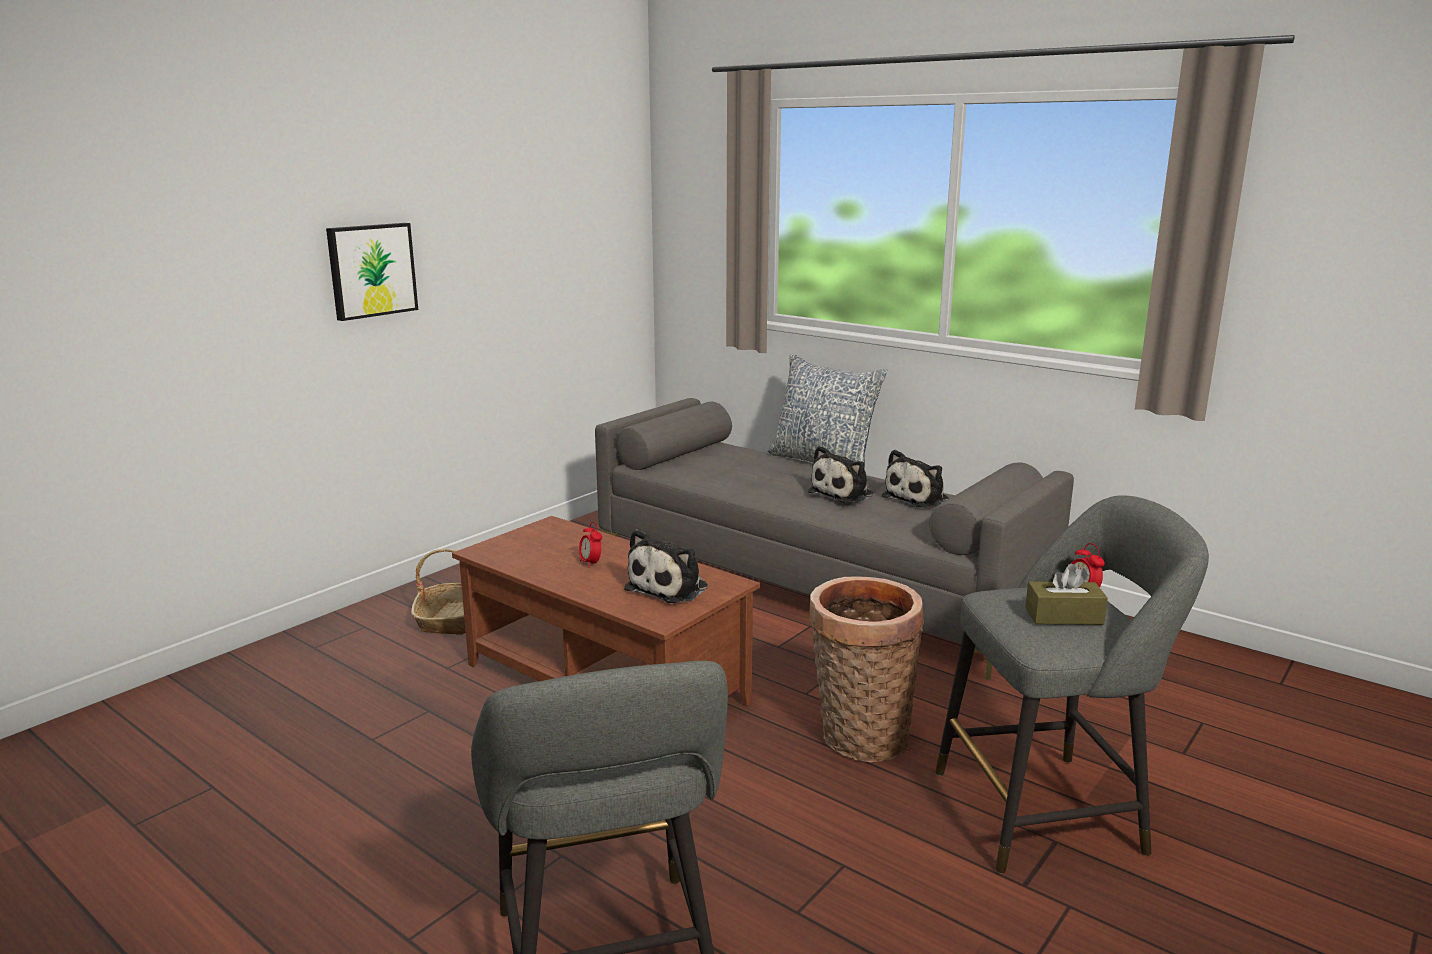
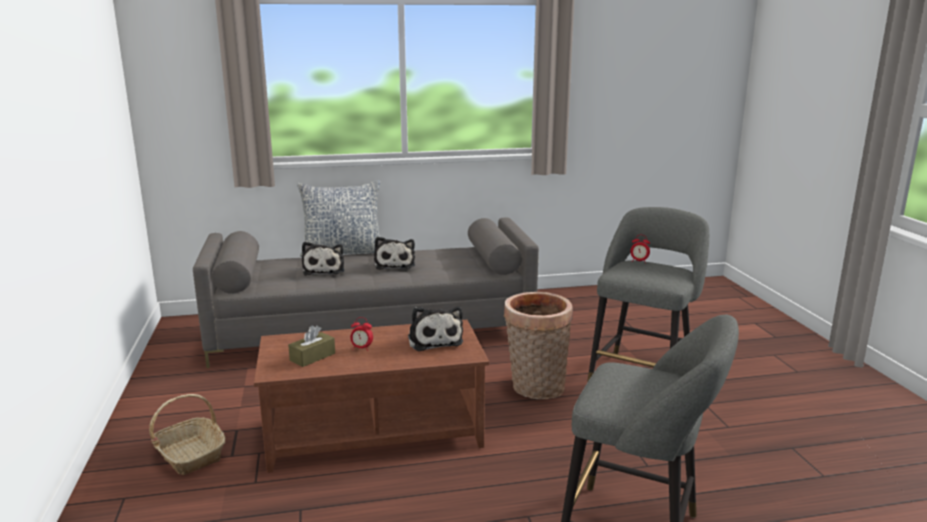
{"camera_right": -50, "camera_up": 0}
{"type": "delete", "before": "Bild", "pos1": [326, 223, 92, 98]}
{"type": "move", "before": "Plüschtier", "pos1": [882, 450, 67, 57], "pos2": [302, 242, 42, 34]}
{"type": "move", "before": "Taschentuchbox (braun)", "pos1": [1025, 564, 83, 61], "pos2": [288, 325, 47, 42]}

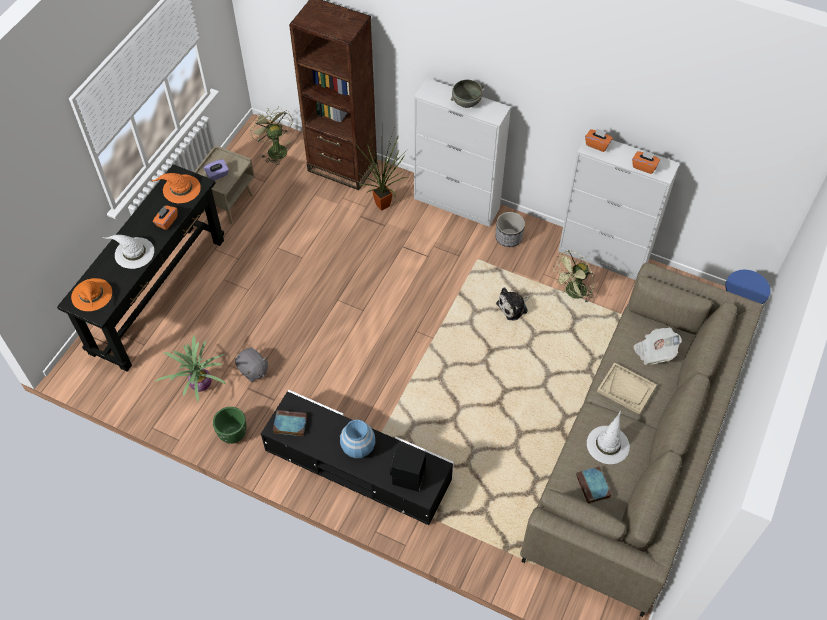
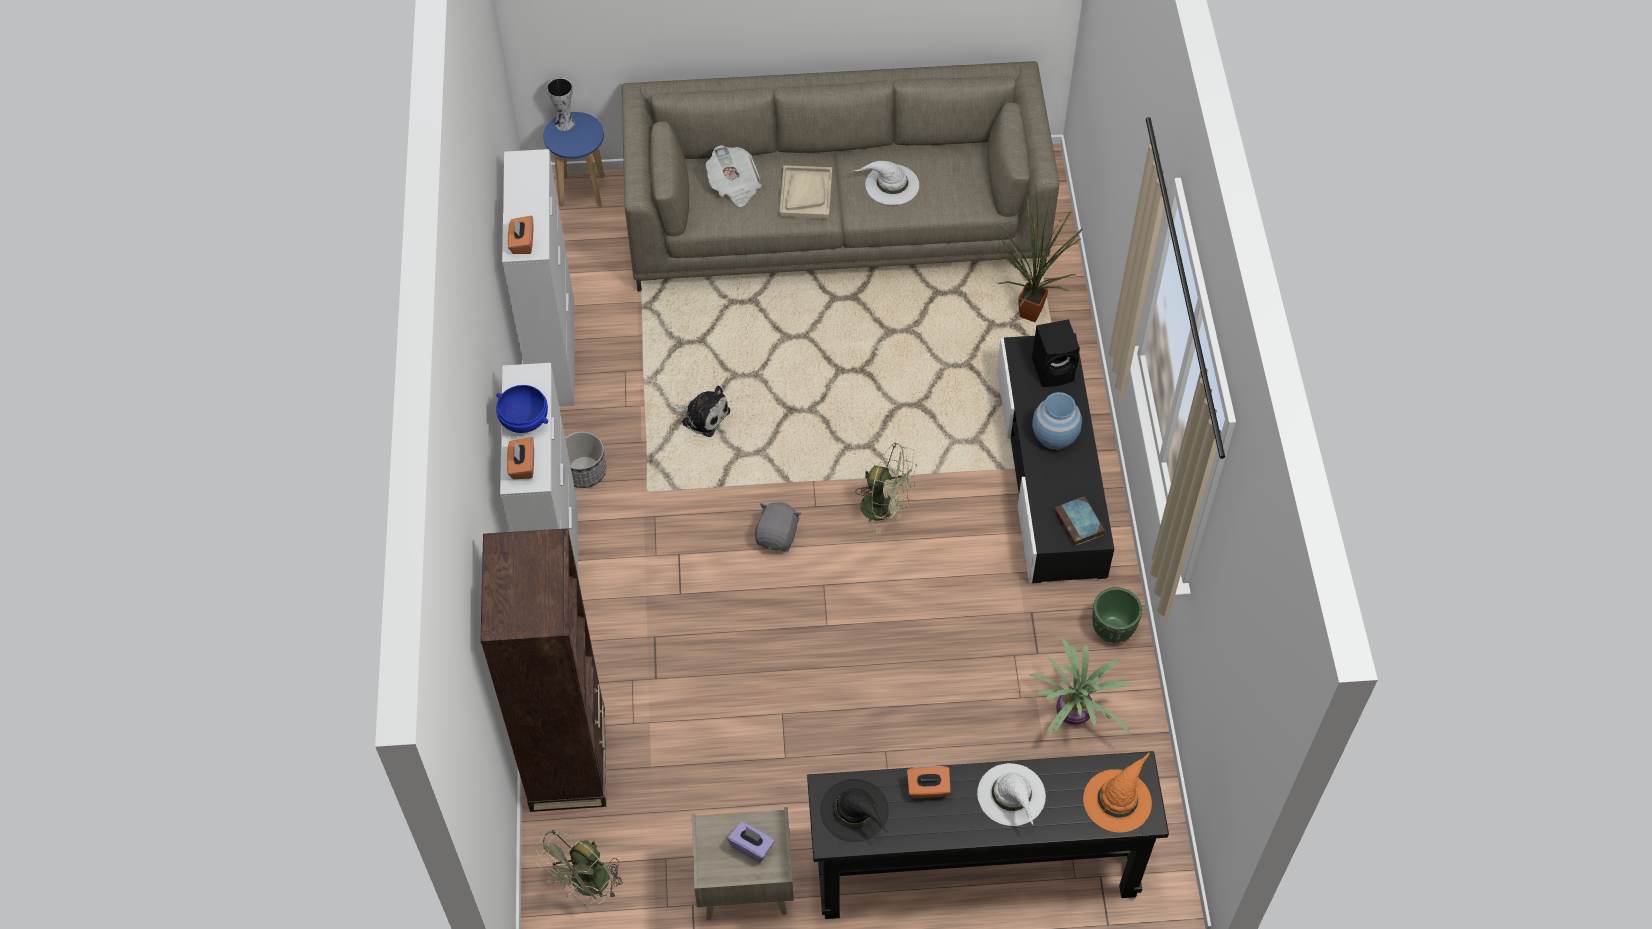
{"camera_right": -120, "camera_up": 0}
{"type": "recolor", "before": "Hut (orange)", "after": "Hut (schwarz)", "pos1": [152, 173, 49, 30], "pos2": [820, 779, 69, 63]}
{"type": "move", "before": "Plüschtier (grau)", "pos1": [235, 348, 33, 34], "pos2": [755, 502, 46, 49]}
{"type": "move", "before": "Topfpflanze", "pos1": [354, 130, 54, 81], "pos2": [998, 183, 85, 139]}
{"type": "recolor", "before": "Schüssel (grau)", "after": "Schüssel (blau)", "pos1": [451, 80, 33, 28], "pos2": [496, 385, 52, 48]}
{"type": "move", "before": "Ventilator (grün)", "pos1": [552, 250, 42, 52], "pos2": [855, 443, 62, 91]}
{"type": "delete", "before": "Buch", "pos1": [576, 466, 36, 38]}
{"type": "move", "before": "Taschentuchbox (orange)", "pos1": [632, 150, 28, 24], "pos2": [507, 437, 27, 42]}
{"type": "insert", "after": "Vase", "pos2": [547, 78, 28, 53]}

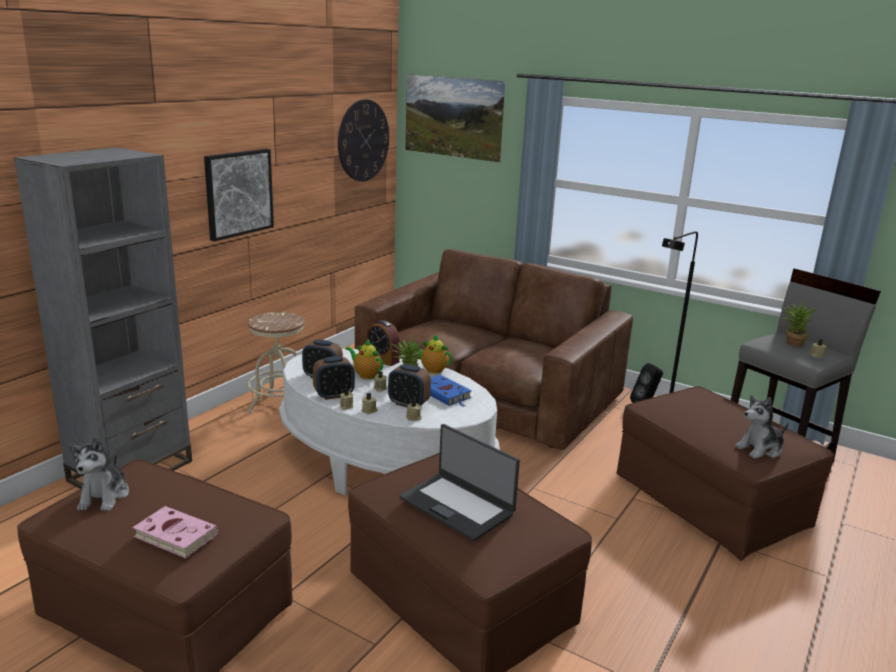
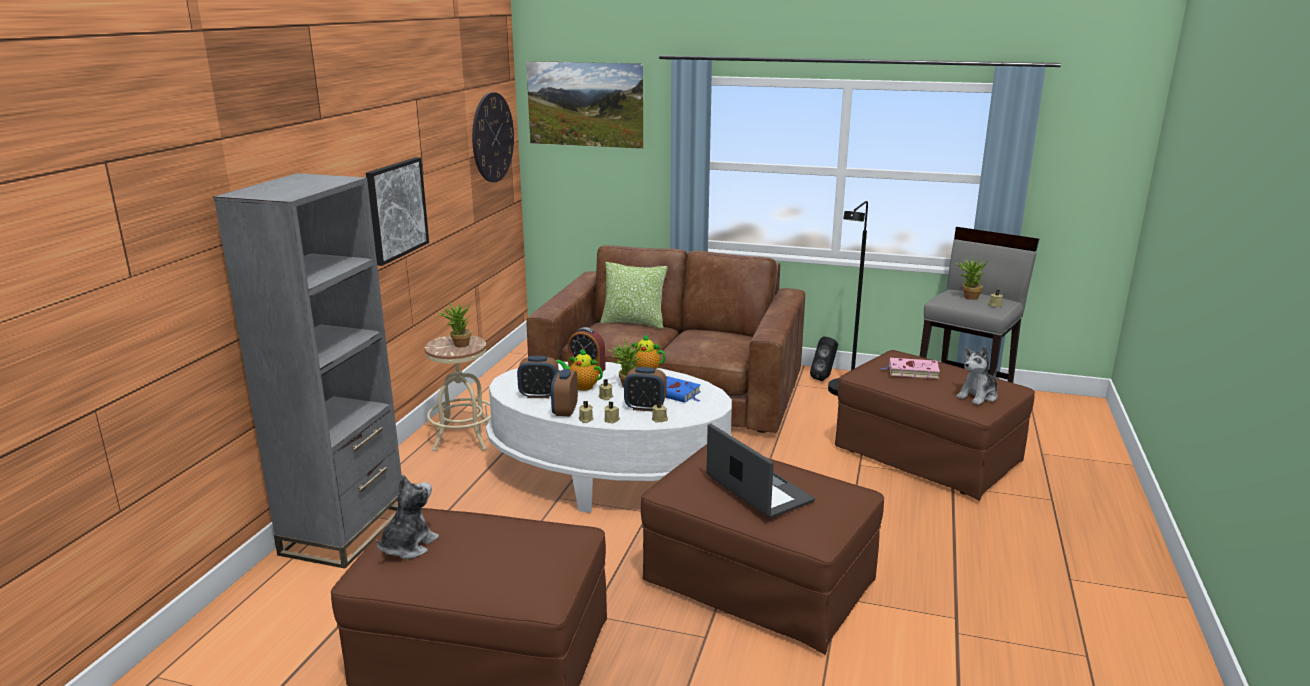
{"camera_right": -15, "camera_up": 0}
{"type": "rotate", "before": "Plüschtier", "pos1": [69, 437, 60, 74], "pos2": [376, 475, 63, 84], "turn": -135}
{"type": "move", "before": "Buch (rosa)", "pos1": [133, 506, 85, 52], "pos2": [881, 358, 59, 21]}
{"type": "rotate", "before": "Wecker", "pos1": [313, 356, 42, 44], "pos2": [551, 369, 27, 47], "turn": 135}
{"type": "rotate", "before": "Laptop", "pos1": [399, 424, 121, 117], "pos2": [706, 423, 109, 95], "turn": -150}
{"type": "insert", "after": "Topfpflanze", "pos2": [439, 301, 32, 46]}
{"type": "insert", "after": "Kissen", "pos2": [600, 262, 68, 67]}

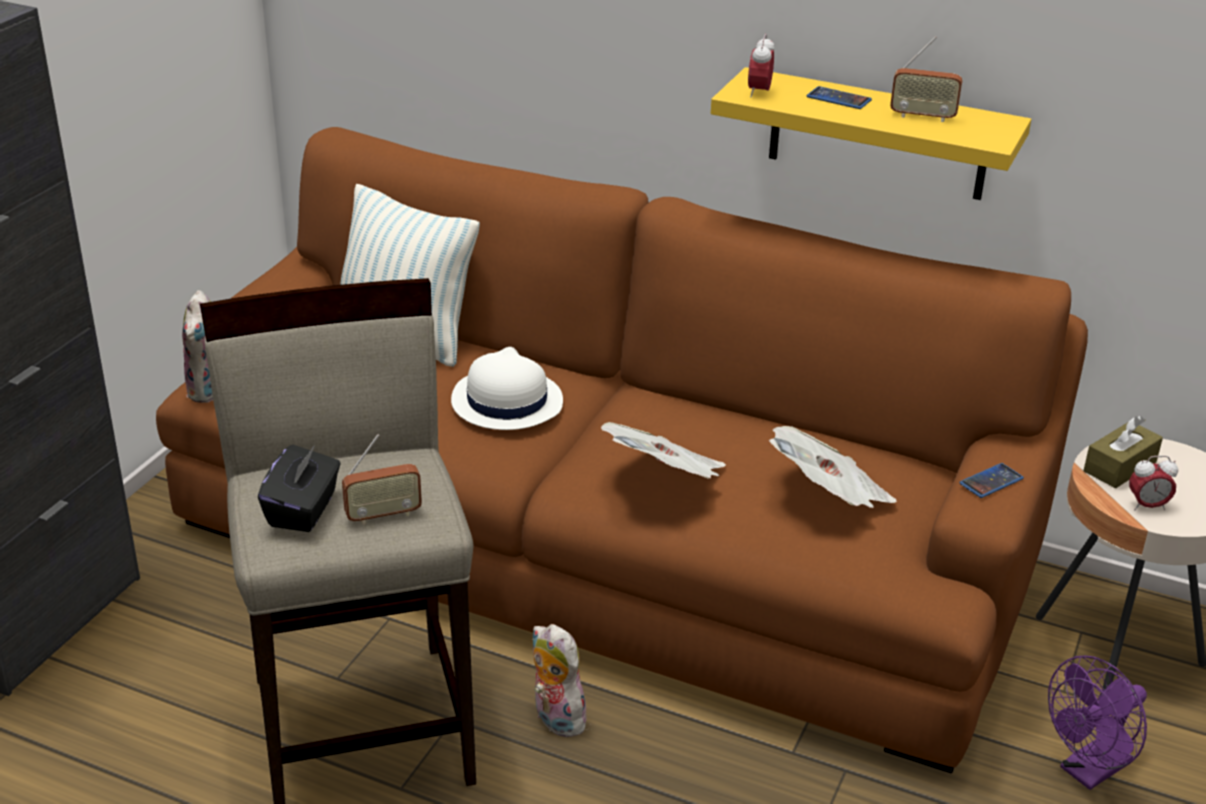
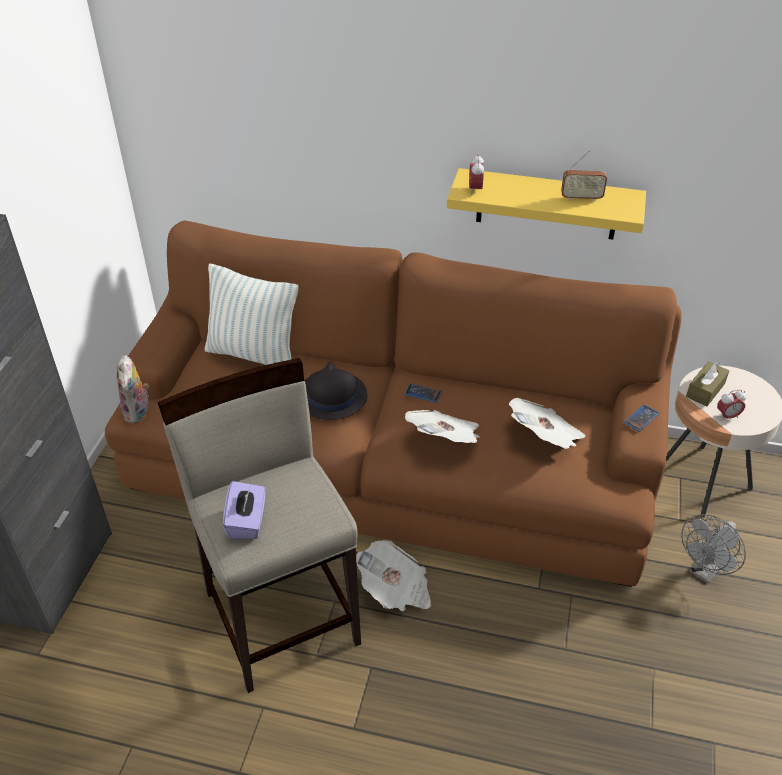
{"camera_right": -10, "camera_up": 10}
{"type": "recolor", "before": "Taschentuchbox (schwarz)", "after": "Taschentuchbox (lila)", "pos1": [258, 445, 83, 87], "pos2": [223, 481, 42, 58]}
{"type": "delete", "before": "Radio", "pos1": [342, 434, 80, 91]}
{"type": "recolor", "before": "Hut (weiß)", "after": "Hut (schwarz)", "pos1": [451, 347, 112, 83], "pos2": [304, 363, 63, 57]}
{"type": "replace", "before": "Plüschtier", "after": "Zeitung", "pos1": [532, 624, 60, 113], "pos2": [356, 540, 75, 71]}
{"type": "move", "before": "Handy", "pos1": [807, 86, 65, 23], "pos2": [404, 383, 38, 20]}
{"type": "recolor", "before": "Ventilator (lila)", "after": "Ventilator (grau)", "pos1": [1048, 656, 99, 134], "pos2": [681, 514, 65, 70]}

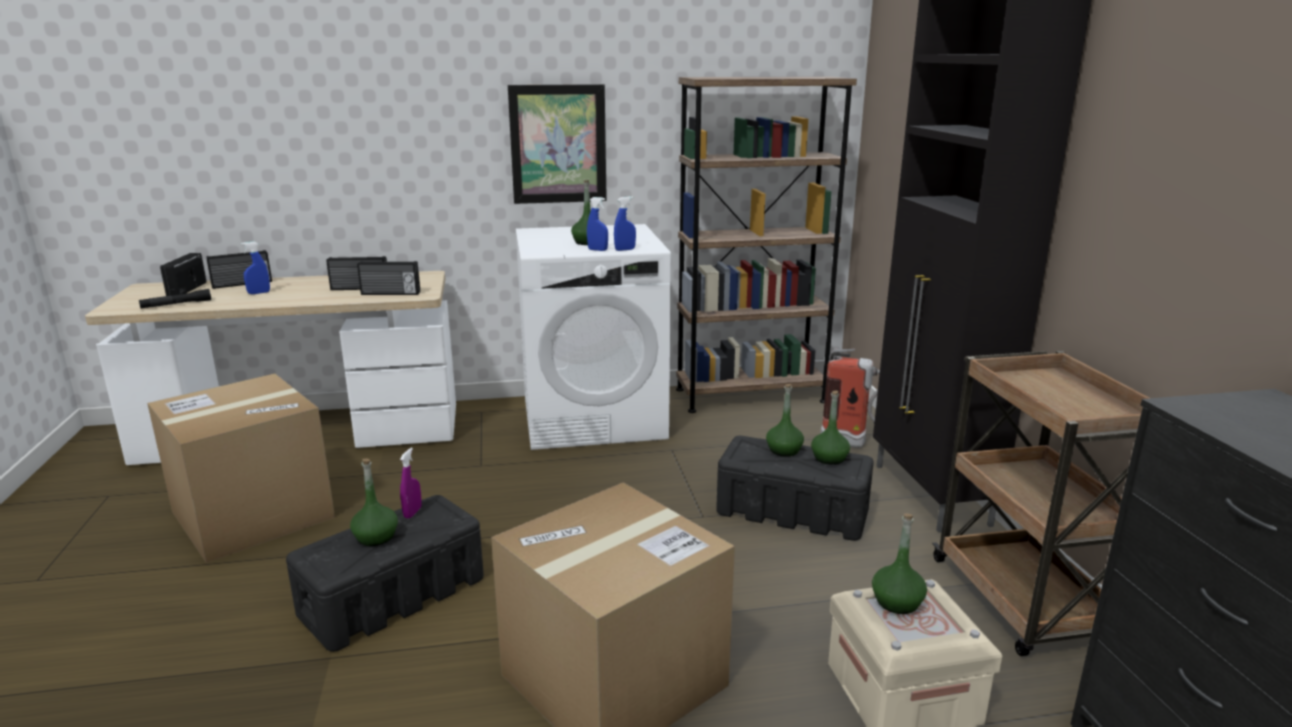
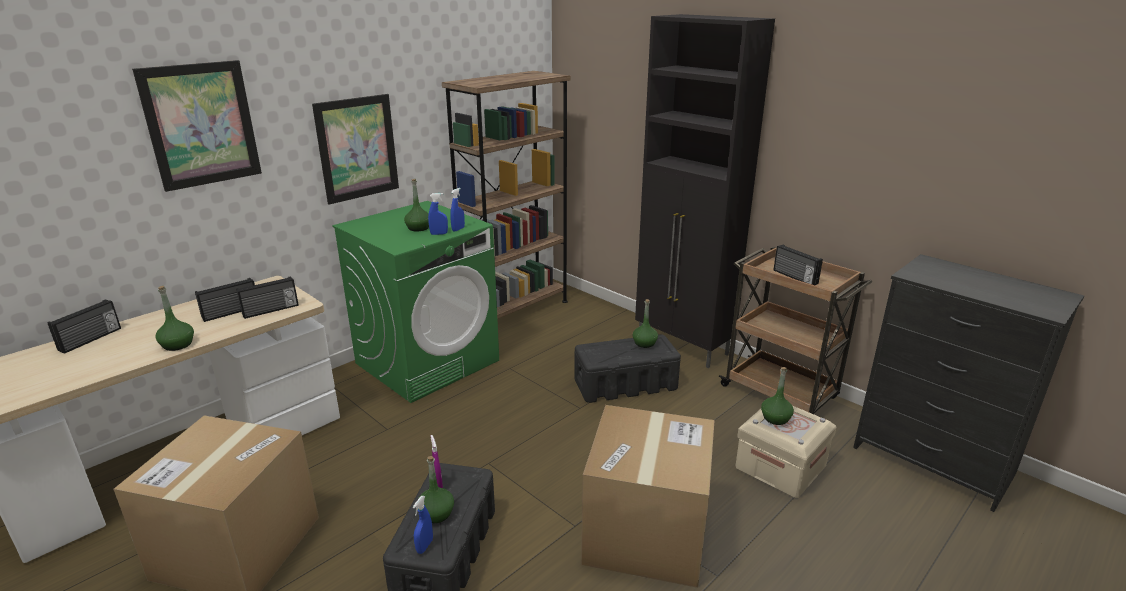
{"camera_right": -35, "camera_up": 5}
{"type": "delete", "before": "Taschenlampe (schwarz)", "pos1": [139, 289, 72, 20]}
{"type": "move", "before": "Radio", "pos1": [160, 253, 47, 43], "pos2": [773, 244, 50, 41]}
{"type": "move", "before": "Sprühflasche (blau)", "pos1": [241, 241, 29, 53], "pos2": [413, 496, 20, 58]}
{"type": "recolor", "before": "Waschmaschine (weiß)", "after": "Waschmaschine (grün)", "pos1": [516, 224, 155, 226], "pos2": [332, 201, 167, 202]}
{"type": "move", "before": "Flasche (grün)", "pos1": [766, 384, 38, 73], "pos2": [155, 286, 39, 65]}
{"type": "delete", "before": "Feuerlöscher", "pos1": [821, 348, 59, 100]}
{"type": "insert", "after": "Bild", "pos2": [132, 60, 130, 132]}

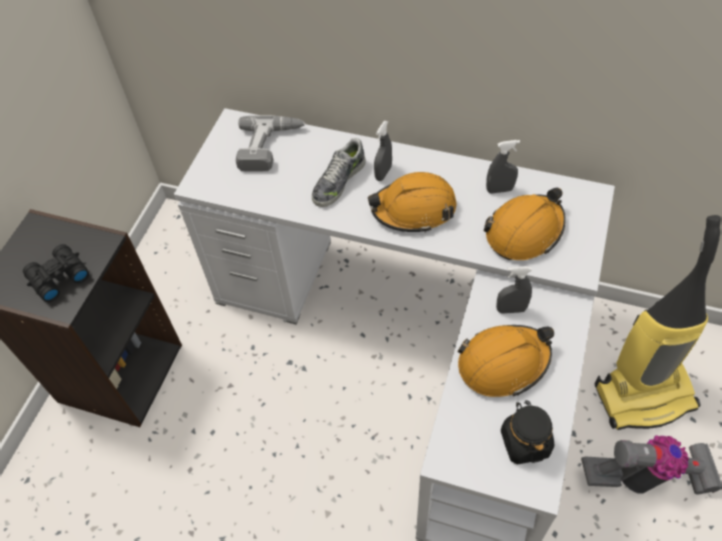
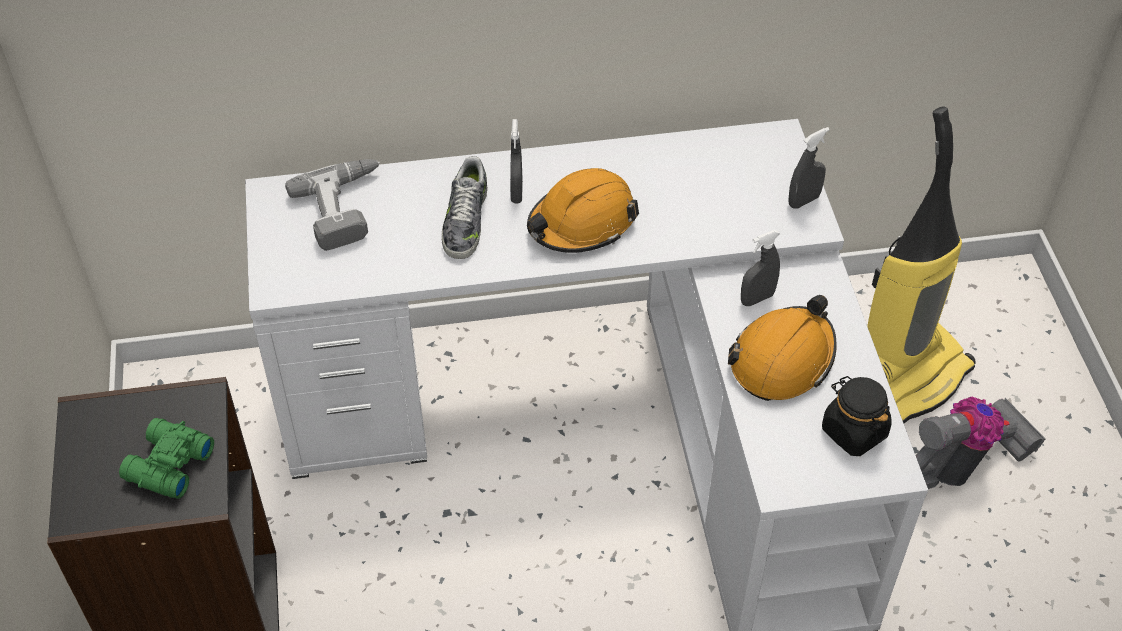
{"camera_right": -30, "camera_up": -5}
{"type": "recolor", "before": "Fernglas (schwarz)", "after": "Fernglas (grün)", "pos1": [23, 244, 66, 58], "pos2": [119, 418, 95, 81]}
{"type": "delete", "before": "Schutzhelm (orange)", "pos1": [484, 188, 82, 72]}
{"type": "move", "before": "Sprühflasche (grau)", "pos1": [486, 140, 34, 54], "pos2": [789, 127, 41, 82]}

